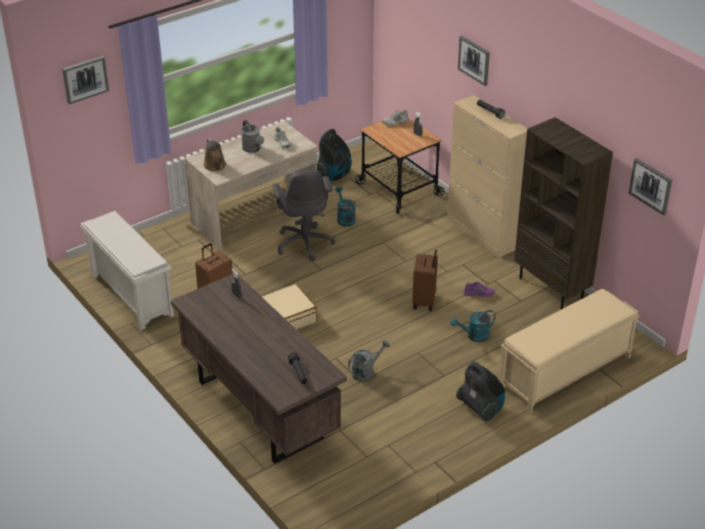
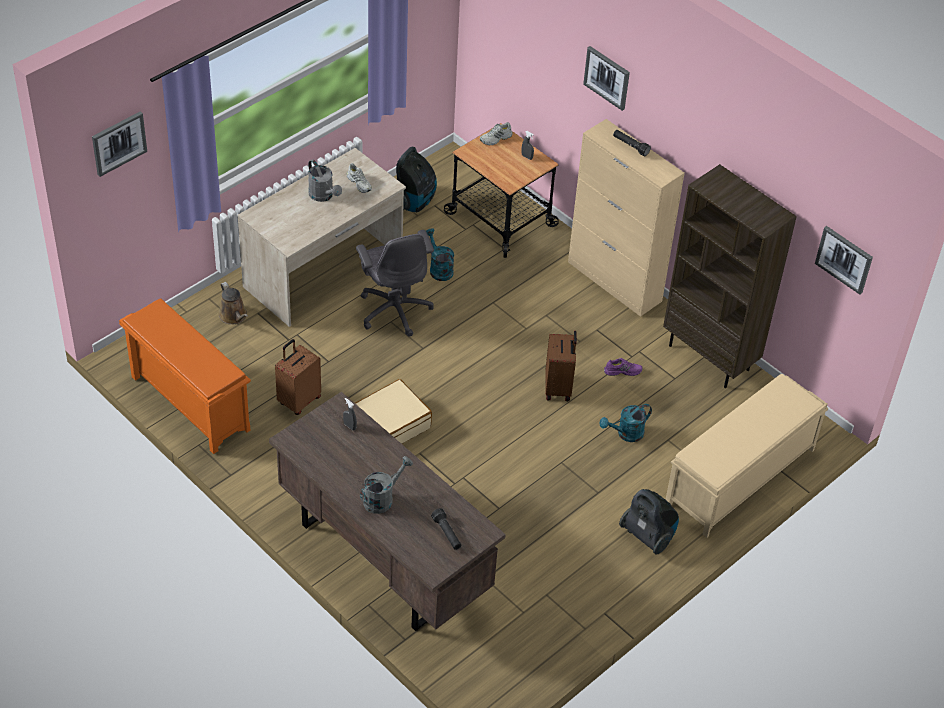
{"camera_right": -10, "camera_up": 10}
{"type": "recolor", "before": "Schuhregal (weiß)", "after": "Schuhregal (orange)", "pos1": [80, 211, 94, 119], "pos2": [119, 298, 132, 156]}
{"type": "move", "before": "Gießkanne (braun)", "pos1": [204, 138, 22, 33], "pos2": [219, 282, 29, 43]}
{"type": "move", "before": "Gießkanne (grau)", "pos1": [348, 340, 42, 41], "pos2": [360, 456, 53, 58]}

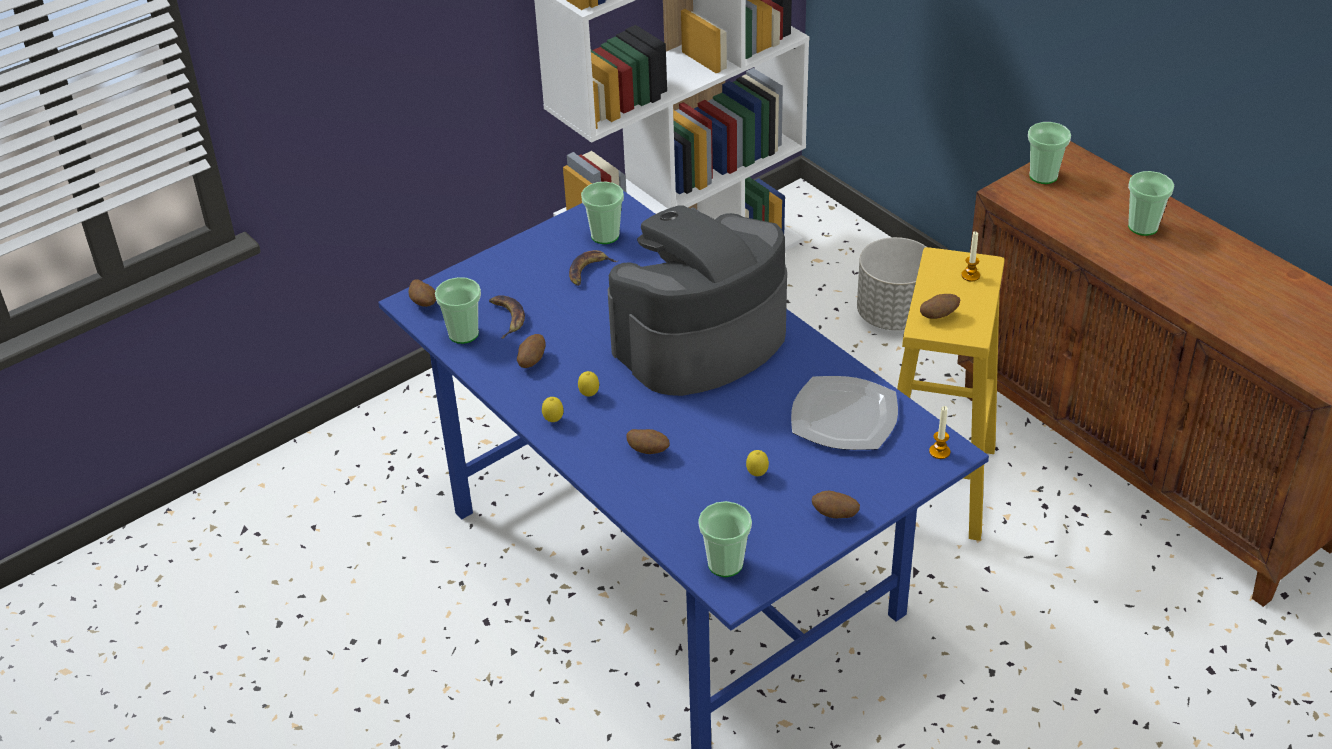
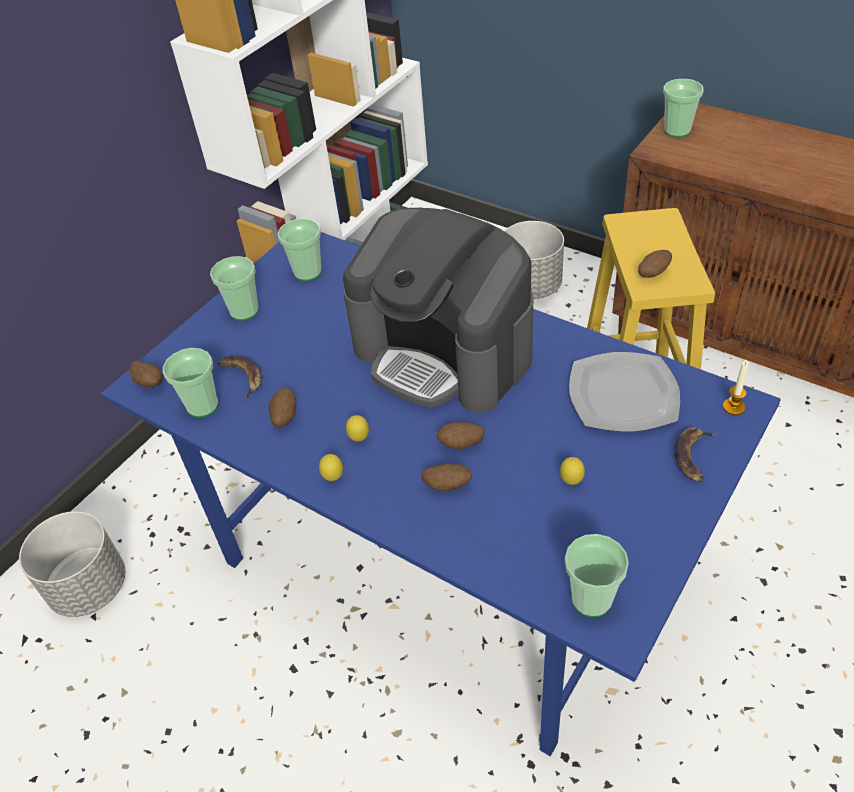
{"camera_right": -15, "camera_up": 5}
{"type": "move", "before": "Banane", "pos1": [569, 250, 48, 36], "pos2": [675, 427, 42, 55]}
{"type": "rotate", "before": "Kaffeemaschine", "pos1": [608, 205, 179, 191], "pos2": [343, 208, 190, 205], "turn": -90}
{"type": "move", "before": "Kartoffel", "pos1": [812, 491, 48, 27], "pos2": [436, 422, 49, 27]}
{"type": "delete", "before": "Kerze", "pos1": [961, 231, 19, 51]}
{"type": "move", "before": "Tasse", "pos1": [1128, 171, 46, 65], "pos2": [210, 256, 49, 65]}
{"type": "insert", "after": "Pflanzkübel (grau)", "pos2": [19, 511, 106, 106]}

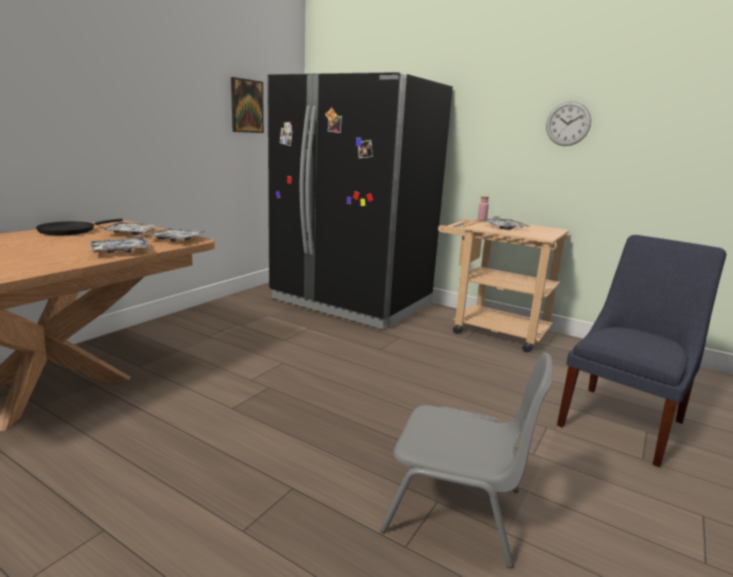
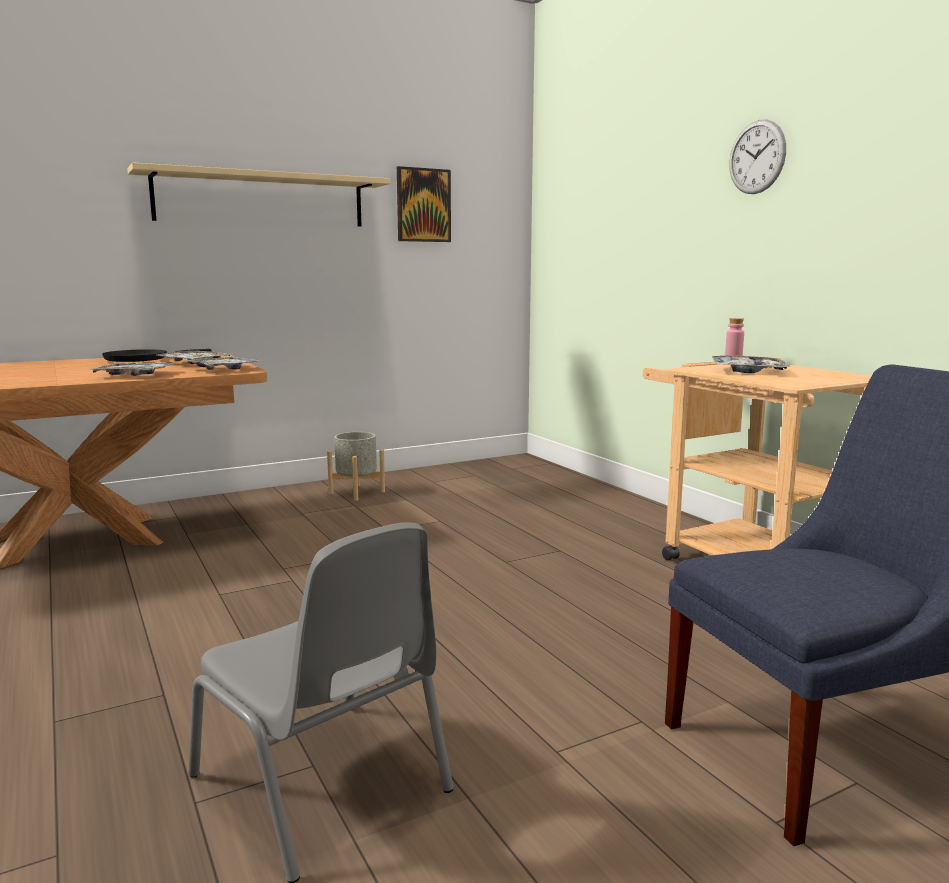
{"camera_right": 30, "camera_up": -5}
{"type": "delete", "before": "Kühlschrank (schwarz)", "pos1": [267, 72, 186, 257]}
{"type": "move", "before": "Wanduhr", "pos1": [546, 101, 45, 45], "pos2": [729, 119, 57, 75]}
{"type": "insert", "after": "Wandregal (beige)", "pos2": [127, 163, 264, 64]}
{"type": "insert", "after": "Pflanzkübel (grau)", "pos2": [327, 432, 58, 69]}

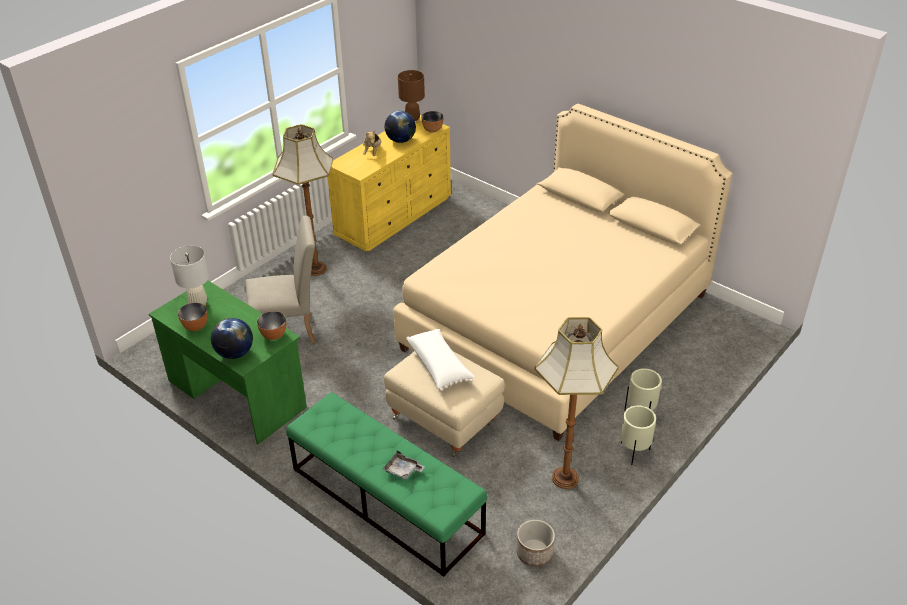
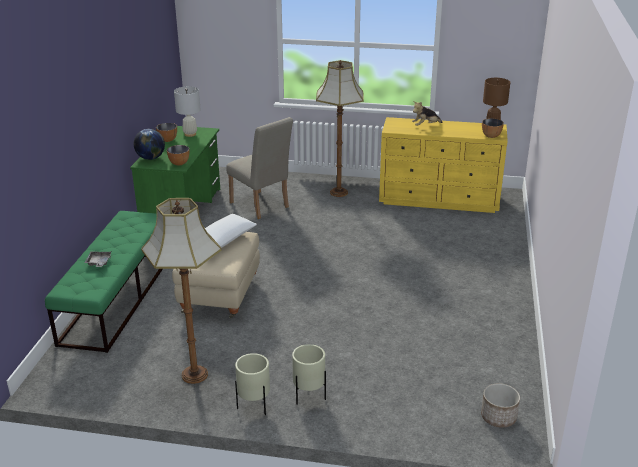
{"camera_right": 60, "camera_up": -10}
{"type": "delete", "before": "Globus", "pos1": [385, 111, 31, 32]}
{"type": "delete", "before": "Bett (beige)", "pos1": [393, 104, 340, 337]}
{"type": "move", "before": "Pflanzkübel", "pos1": [516, 520, 39, 47], "pos2": [481, 383, 39, 45]}

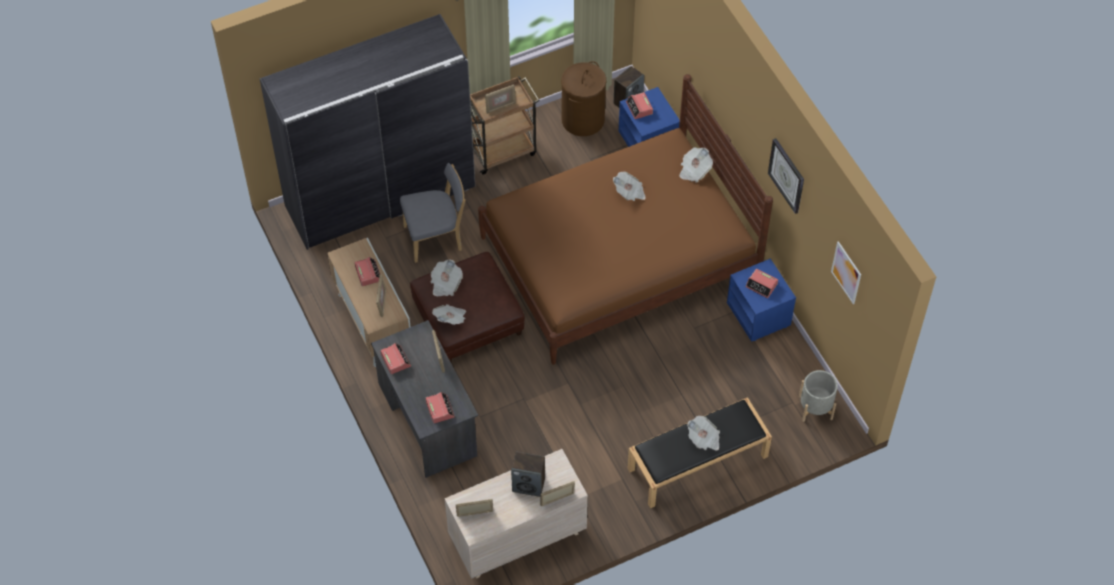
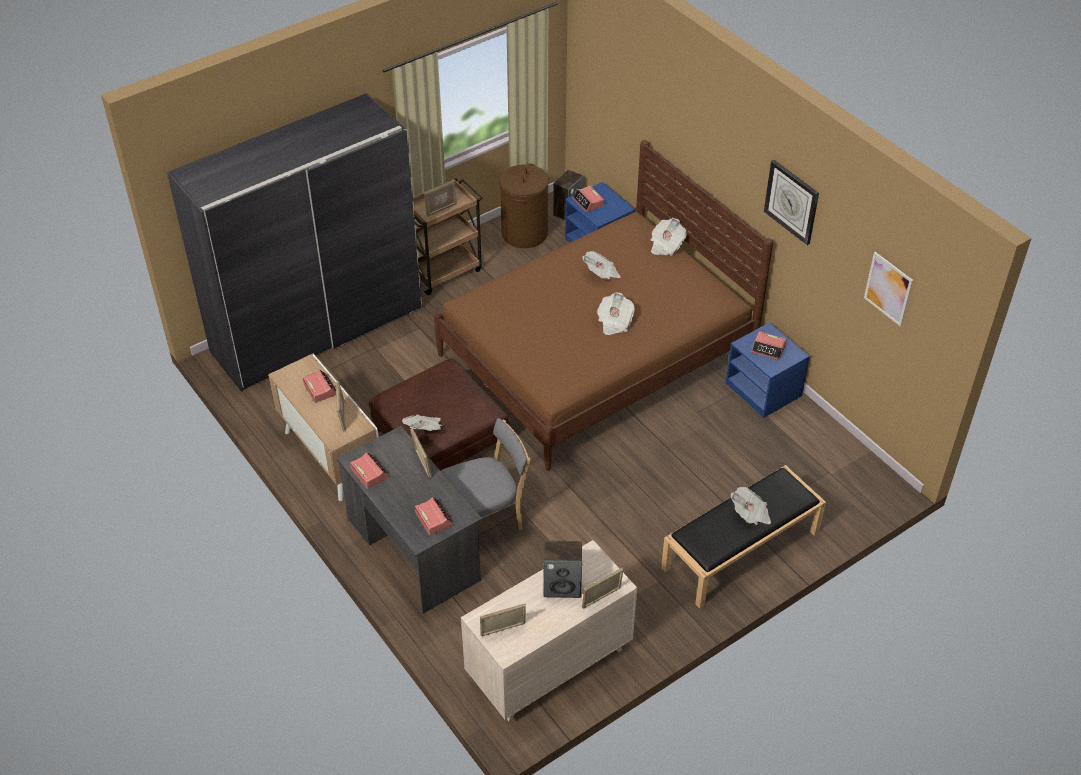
{"camera_right": -10, "camera_up": -10}
{"type": "move", "before": "Stuhl (grau)", "pos1": [400, 163, 66, 100], "pos2": [441, 418, 89, 112]}
{"type": "move", "before": "Zeitung", "pos1": [431, 259, 32, 37], "pos2": [597, 292, 38, 43]}
{"type": "delete", "before": "Pflanzkübel (grau)", "pos1": [799, 370, 39, 52]}

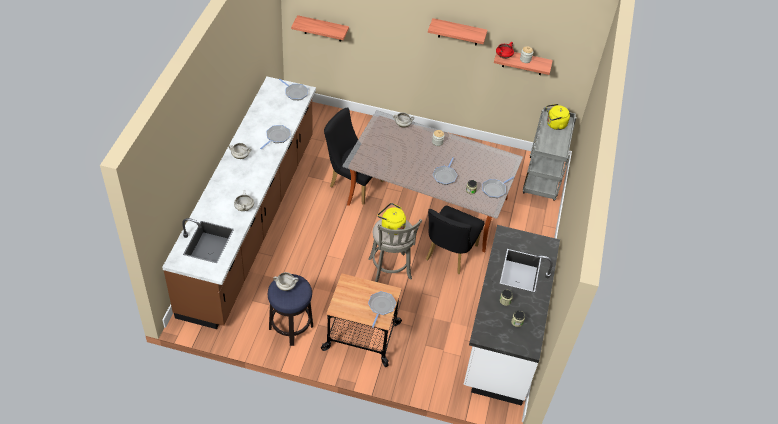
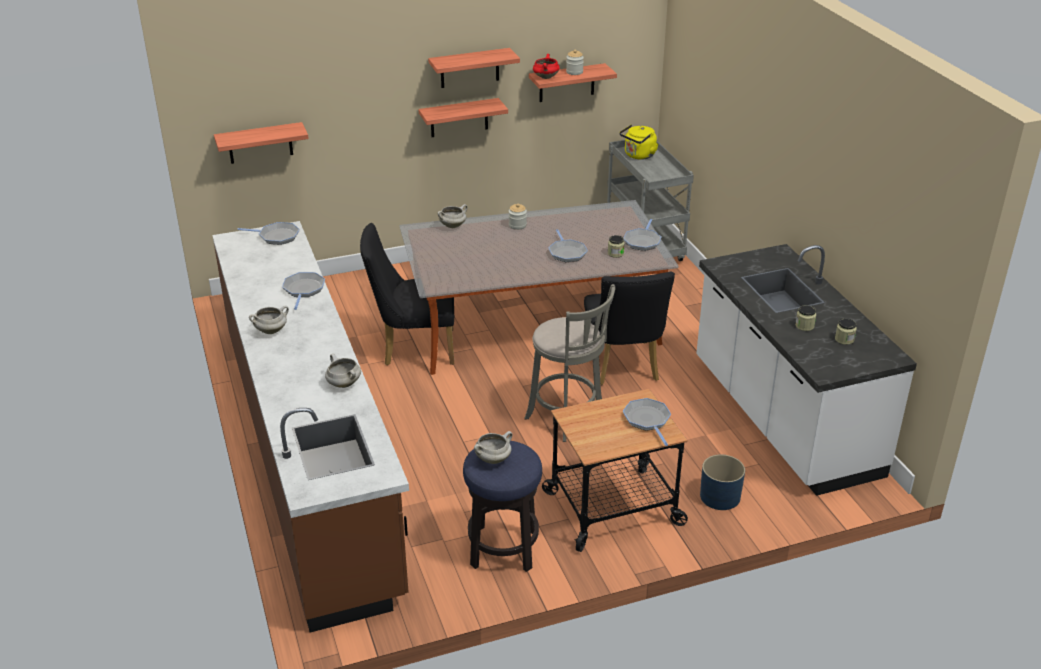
{"camera_right": -30, "camera_up": -15}
{"type": "delete", "before": "Wasserkessel (gelb)", "pos1": [378, 203, 28, 32]}
{"type": "insert", "after": "Wandregal", "pos2": [418, 98, 90, 39]}
{"type": "insert", "after": "Pflanzkübel (blau)", "pos2": [700, 454, 45, 56]}

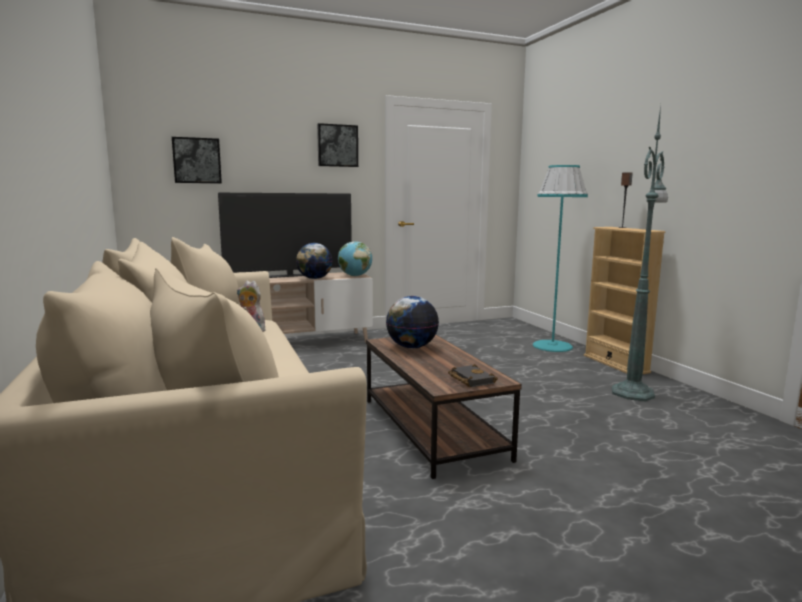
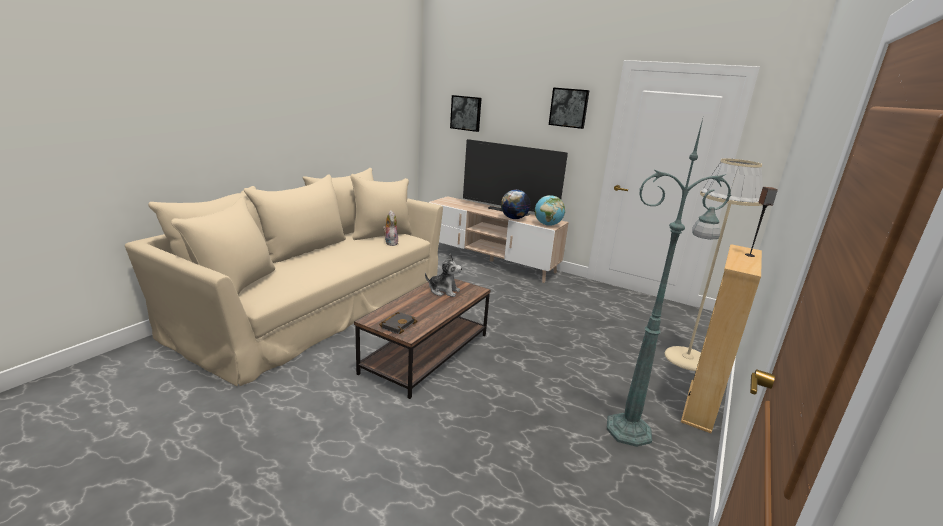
{"camera_right": 50, "camera_up": 10}
{"type": "replace", "before": "Globus", "after": "Plüschtier", "pos1": [386, 296, 53, 52], "pos2": [425, 254, 37, 43]}
{"type": "recolor", "before": "Stehlampe (türkis)", "after": "Stehlampe (beige)", "pos1": [533, 165, 55, 187], "pos2": [665, 158, 98, 213]}

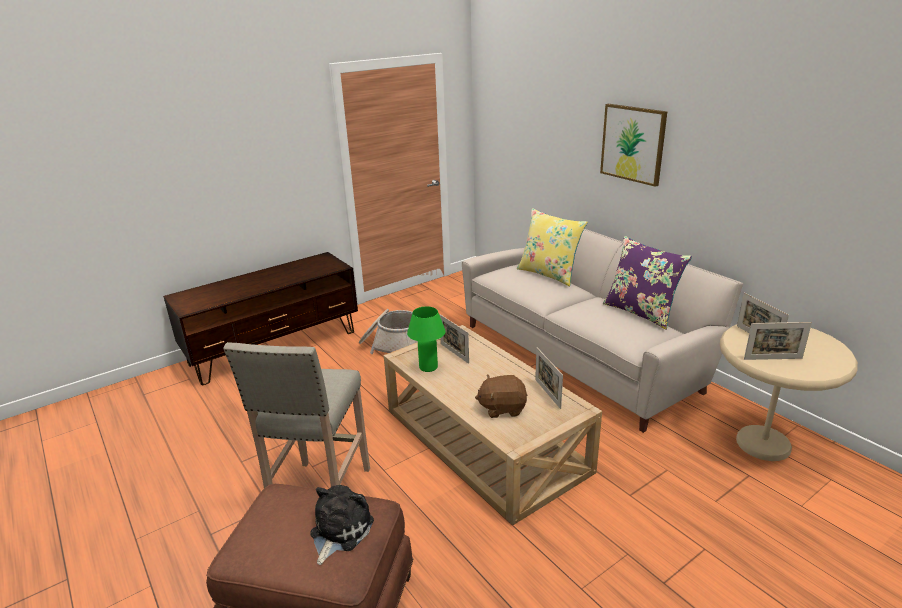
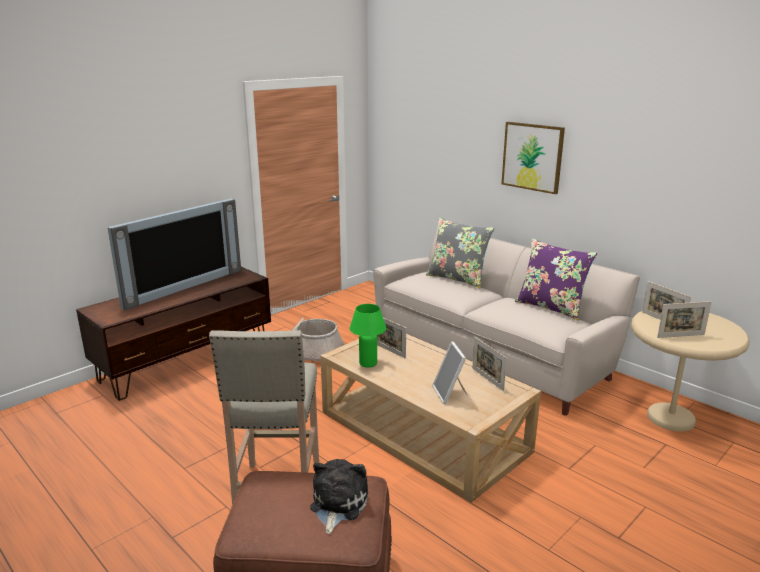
{"camera_right": -10, "camera_up": -5}
{"type": "replace", "before": "Plüschtier (braun)", "after": "Bilderrahmen", "pos1": [475, 374, 52, 44], "pos2": [432, 341, 36, 63]}
{"type": "recolor", "before": "Kissen (gelb)", "after": "Kissen (grau)", "pos1": [517, 208, 71, 78], "pos2": [426, 218, 69, 70]}
{"type": "insert", "after": "Fernseher", "pos2": [107, 199, 134, 111]}

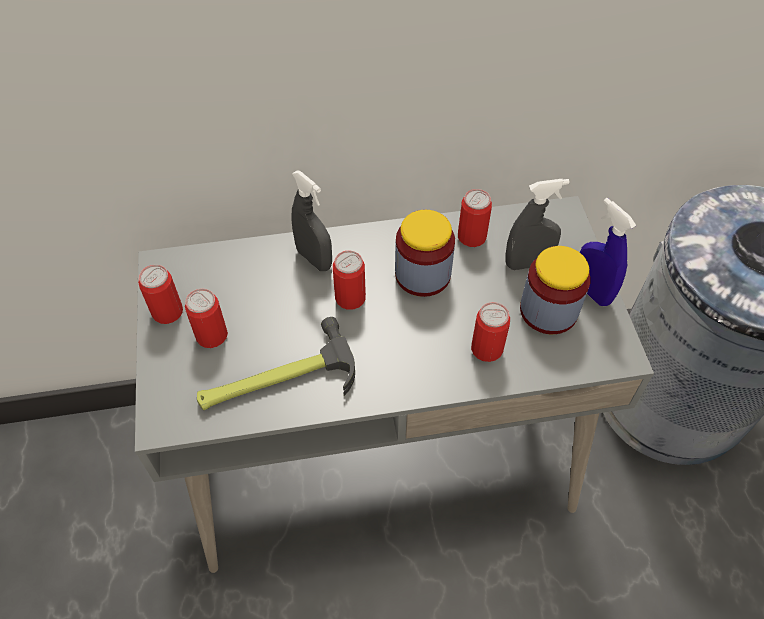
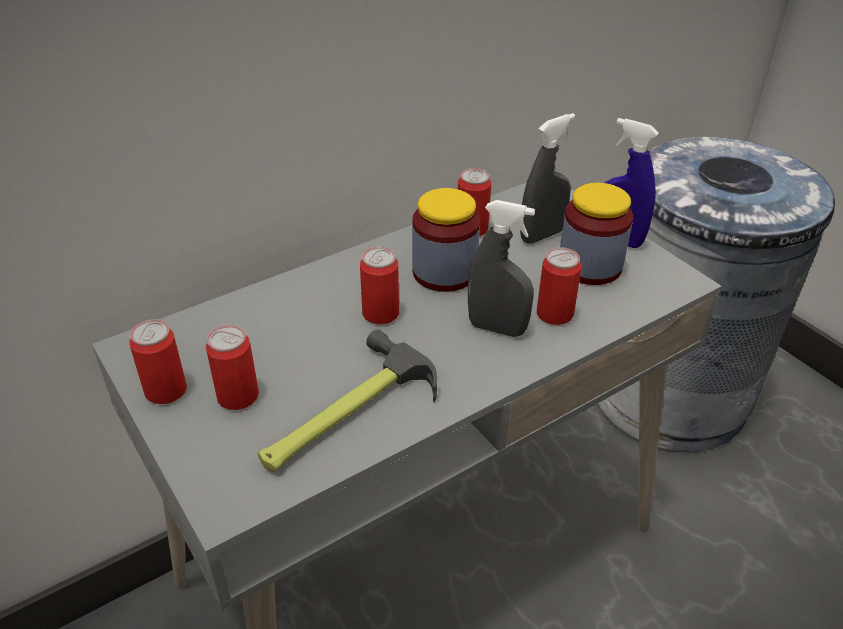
{"camera_right": -25, "camera_up": -15}
{"type": "move", "before": "Sprühflasche (grau)", "pos1": [292, 170, 40, 101], "pos2": [468, 200, 67, 137]}

